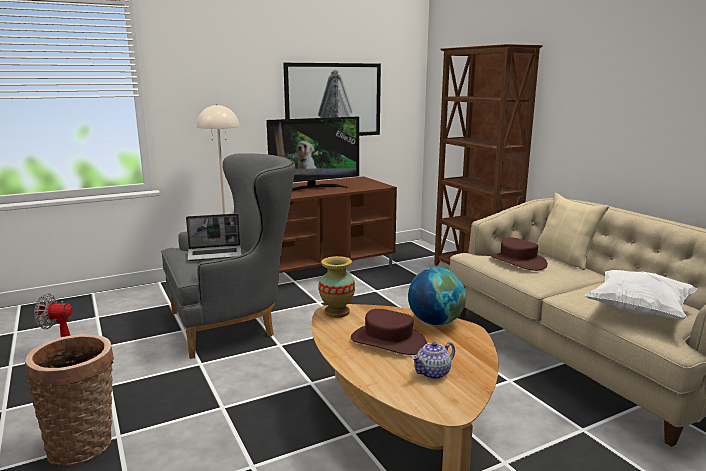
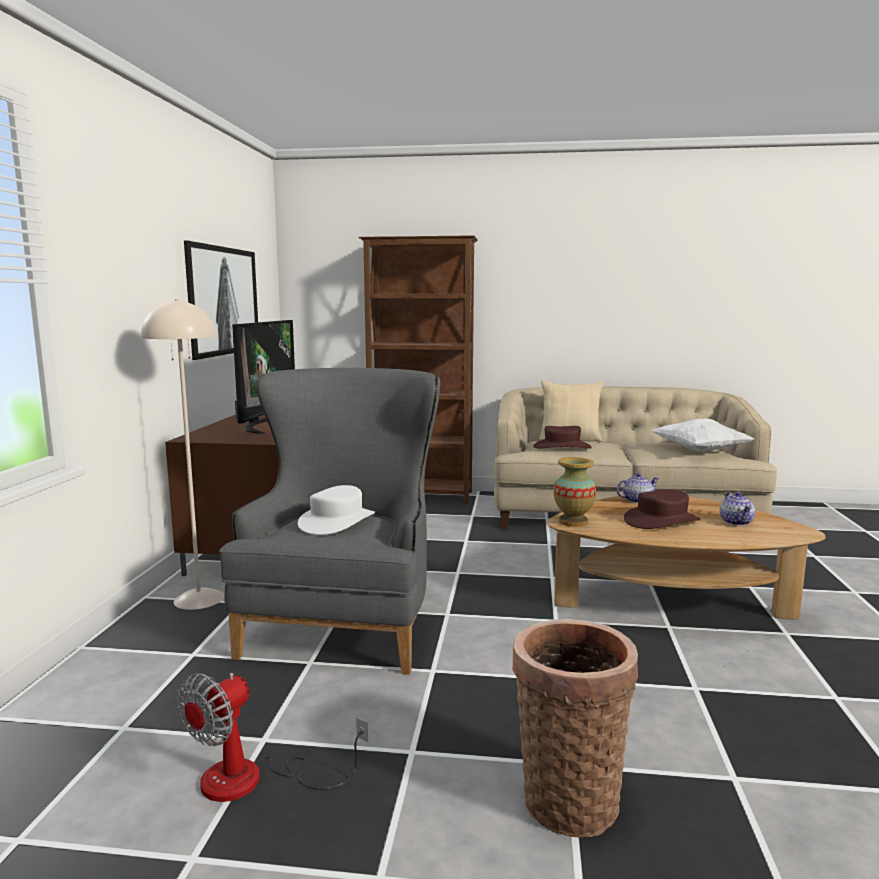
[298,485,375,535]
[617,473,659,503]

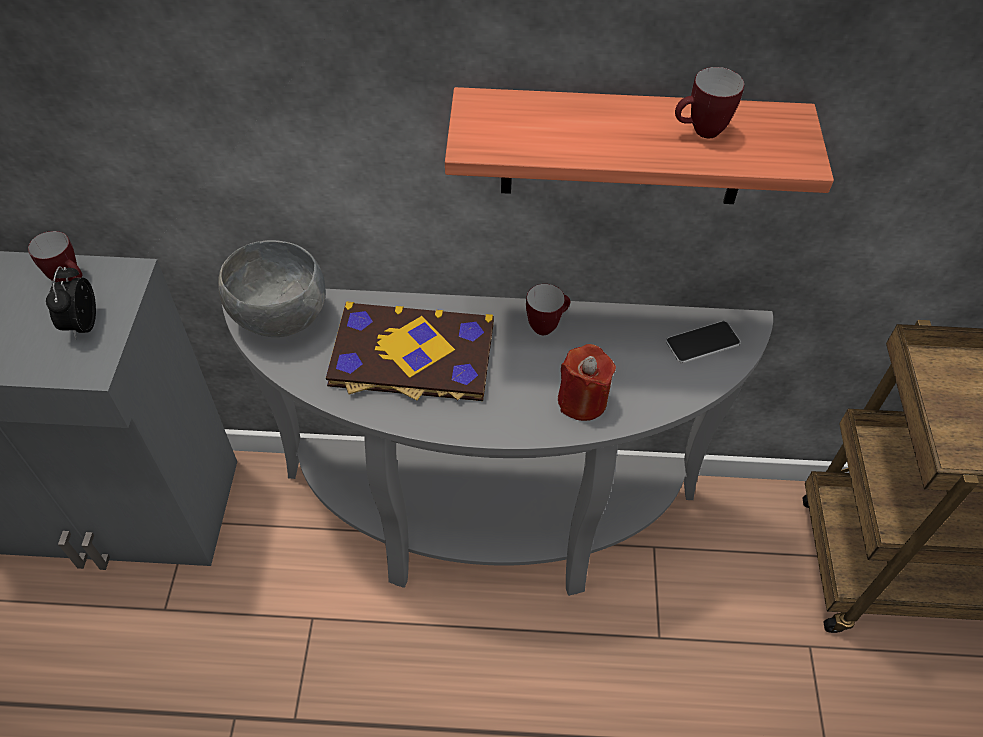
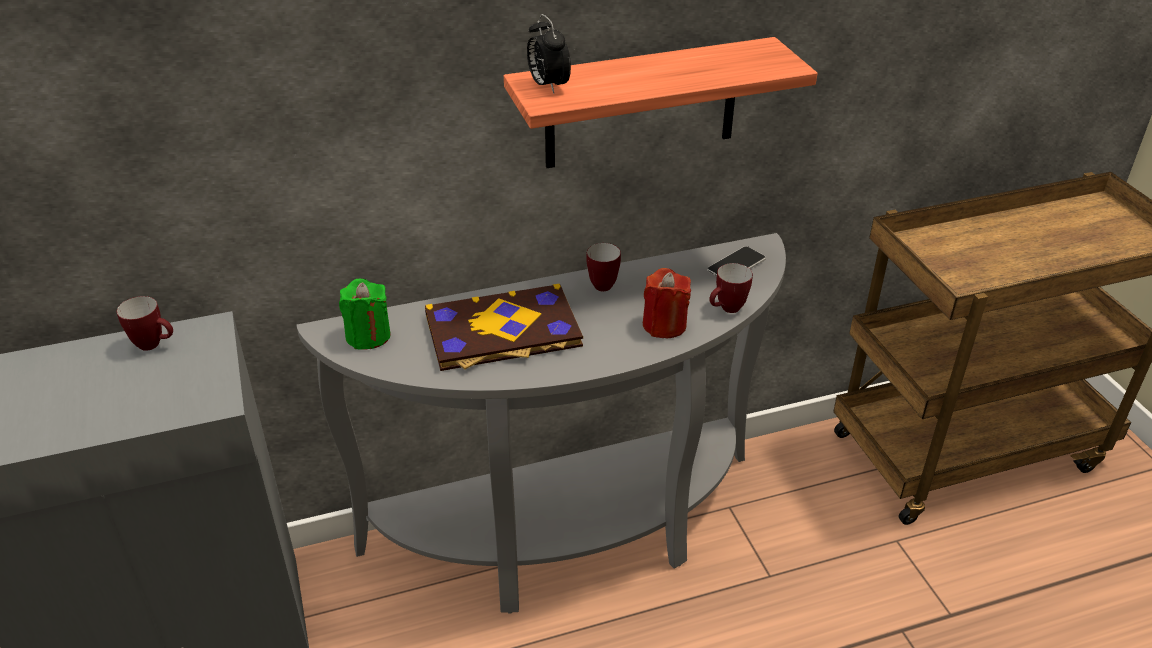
[527,14,571,94]
[339,279,391,350]
[709,263,753,313]

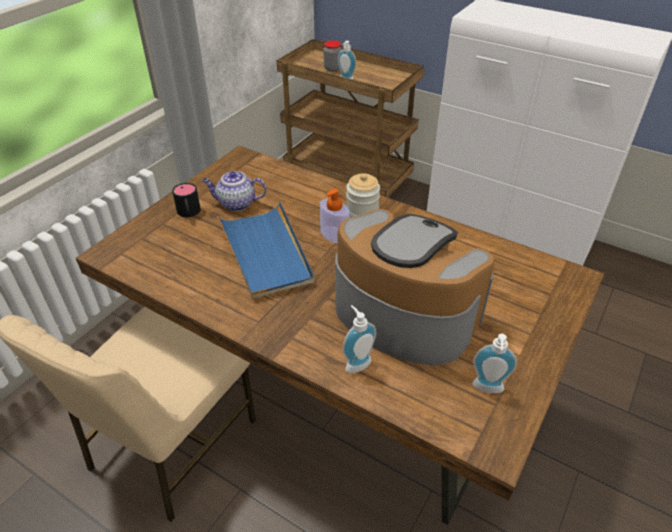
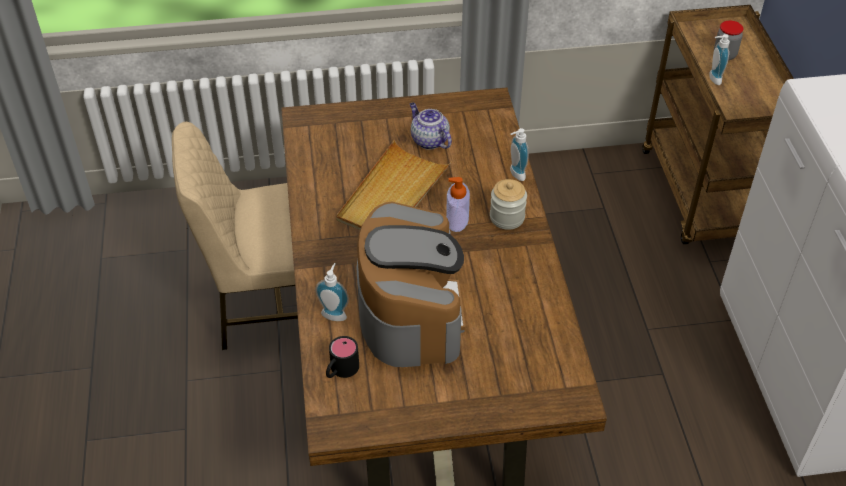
[326,336,359,378]
[336,140,451,230]
[510,128,529,181]

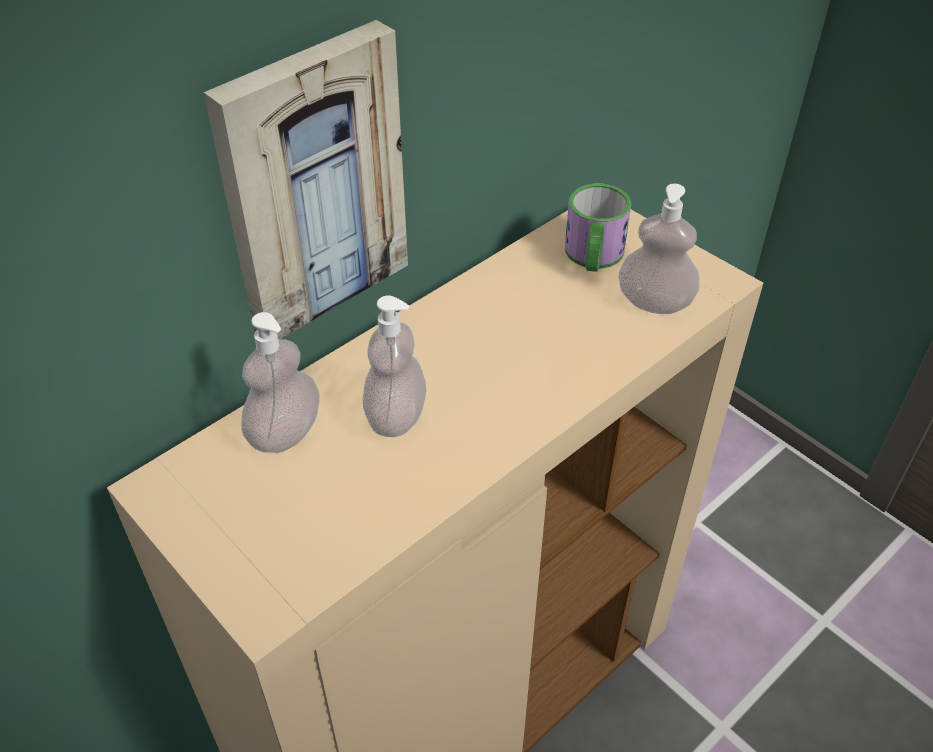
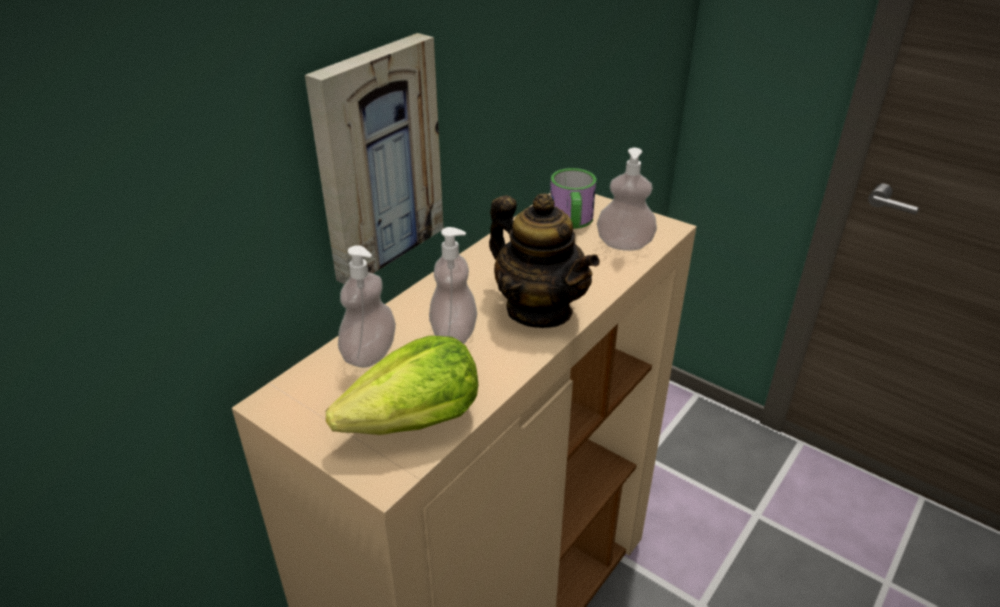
[326,336,478,435]
[489,193,600,328]

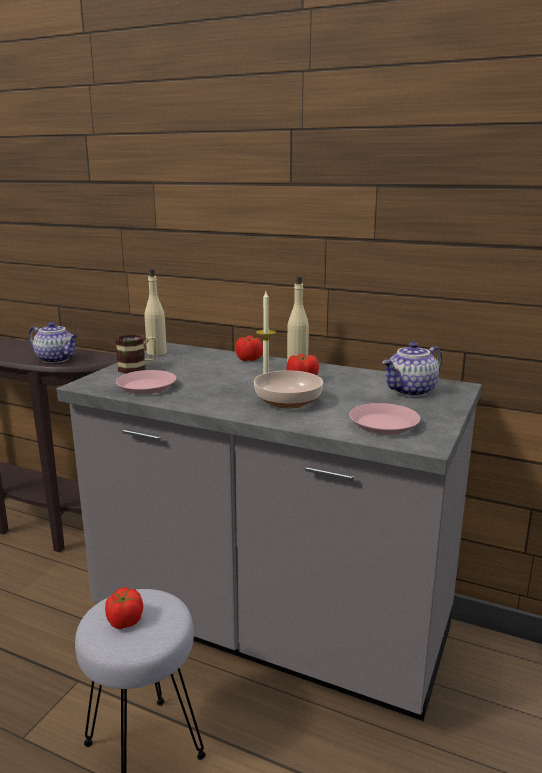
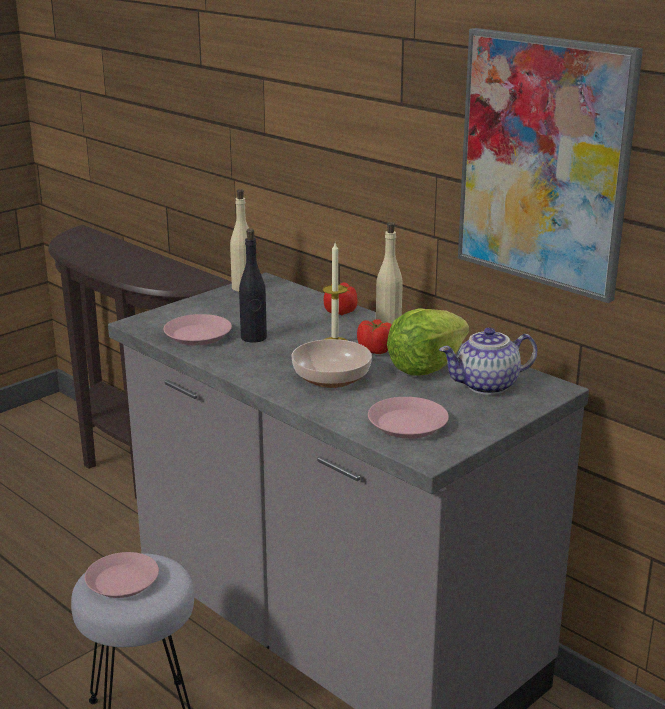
[28,322,79,363] (first image)
[85,552,159,598]
[115,334,157,374] (first image)
[239,229,267,342]
[387,308,469,376]
[458,28,643,303]

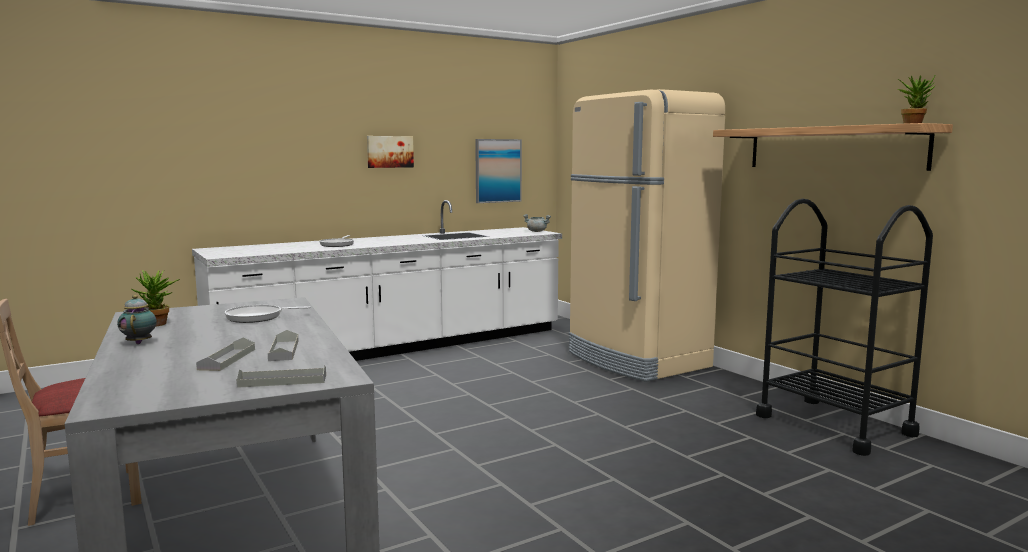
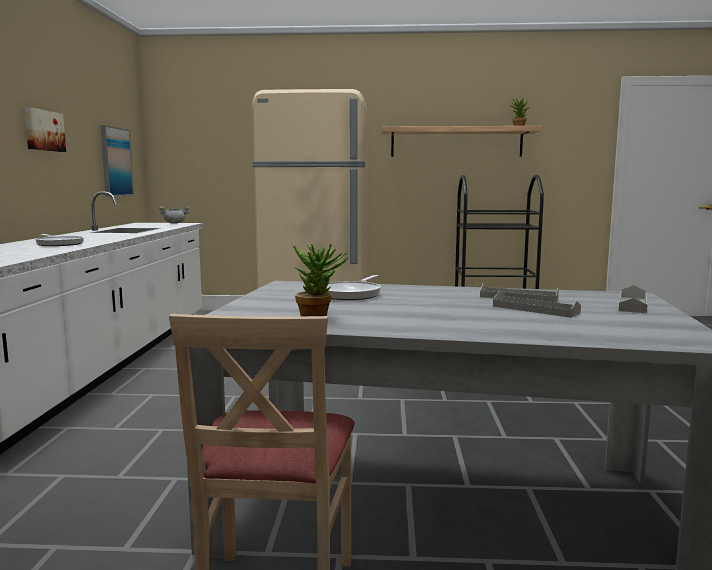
[117,295,157,344] (first image)

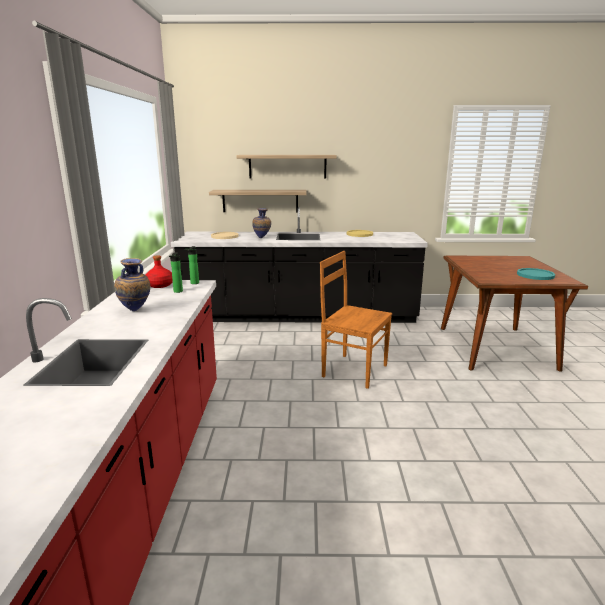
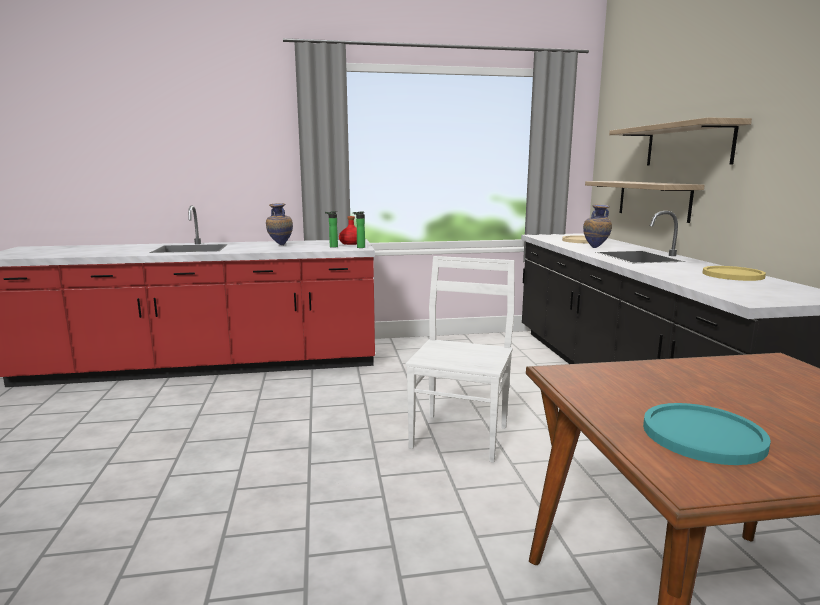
[406,256,515,463]

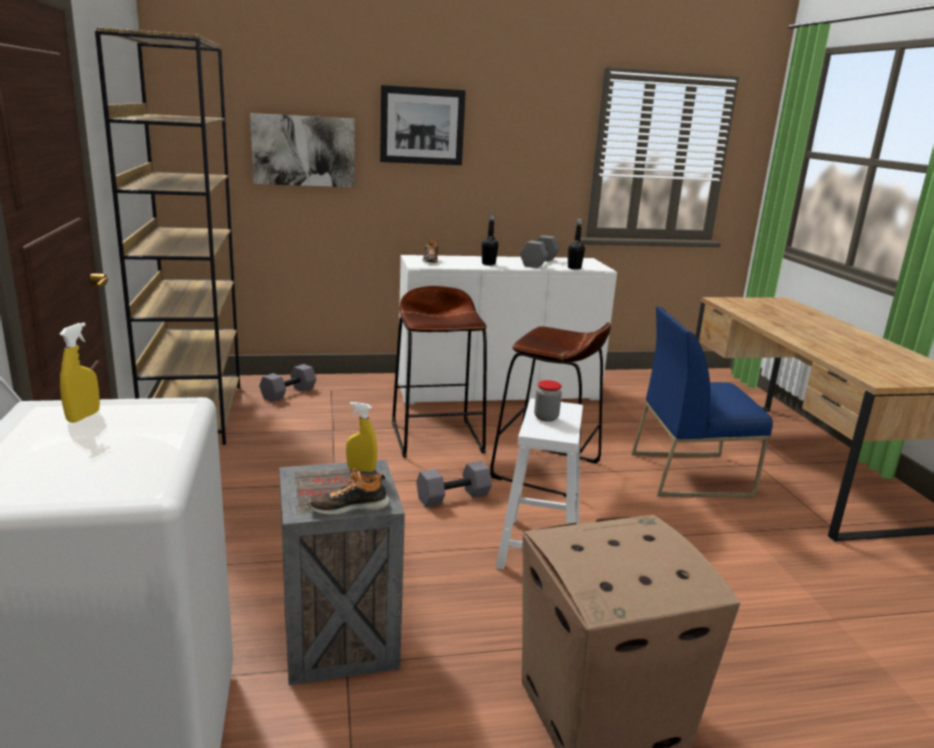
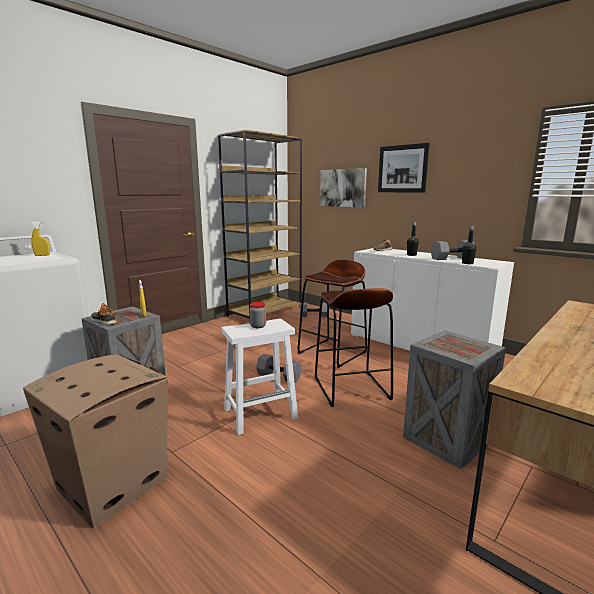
[403,330,506,469]

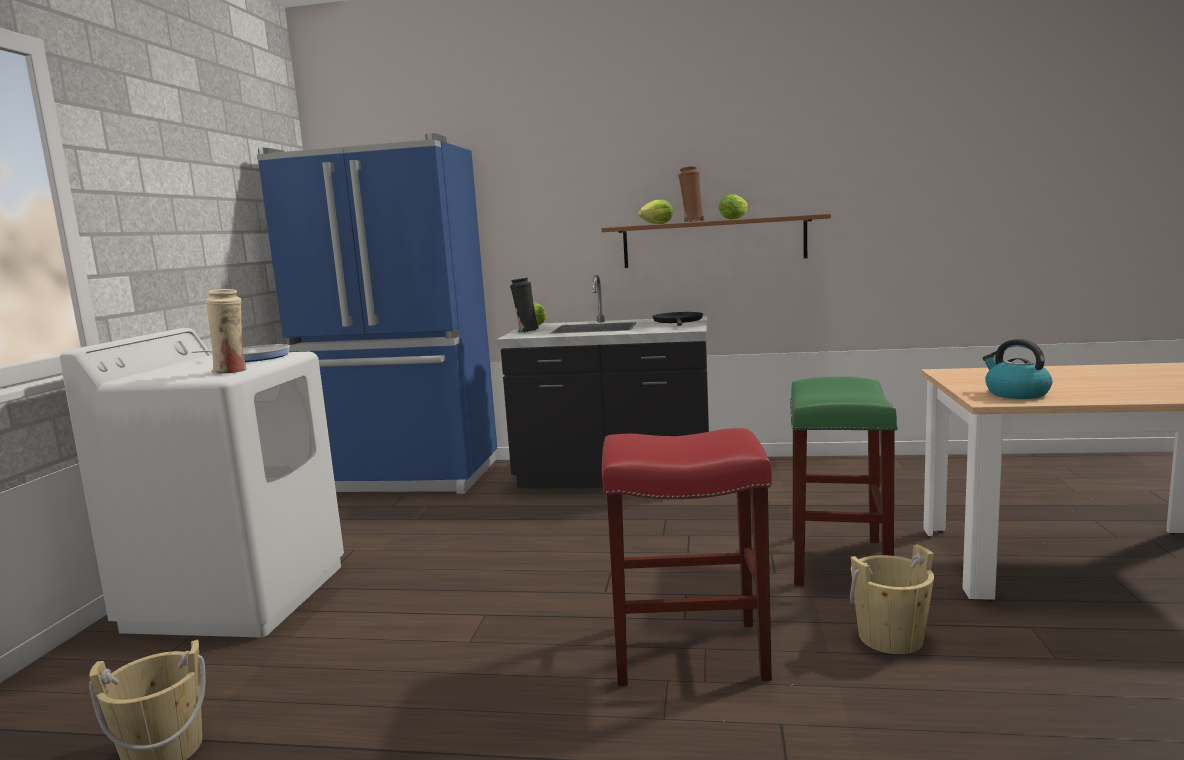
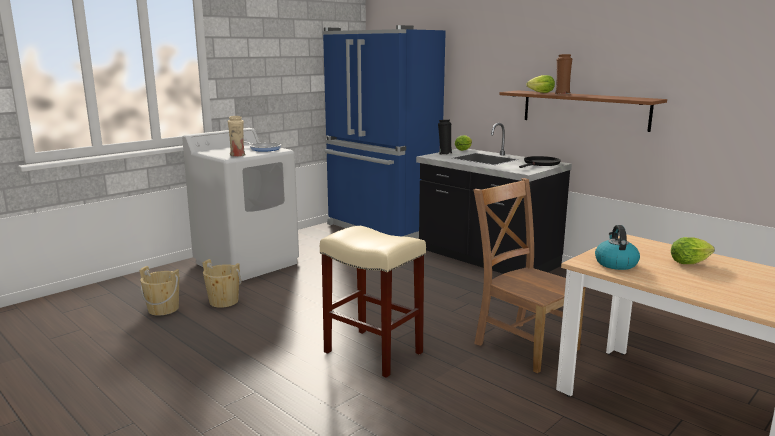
[320,226,426,378]
[671,237,715,264]
[474,178,586,373]
[202,259,242,308]

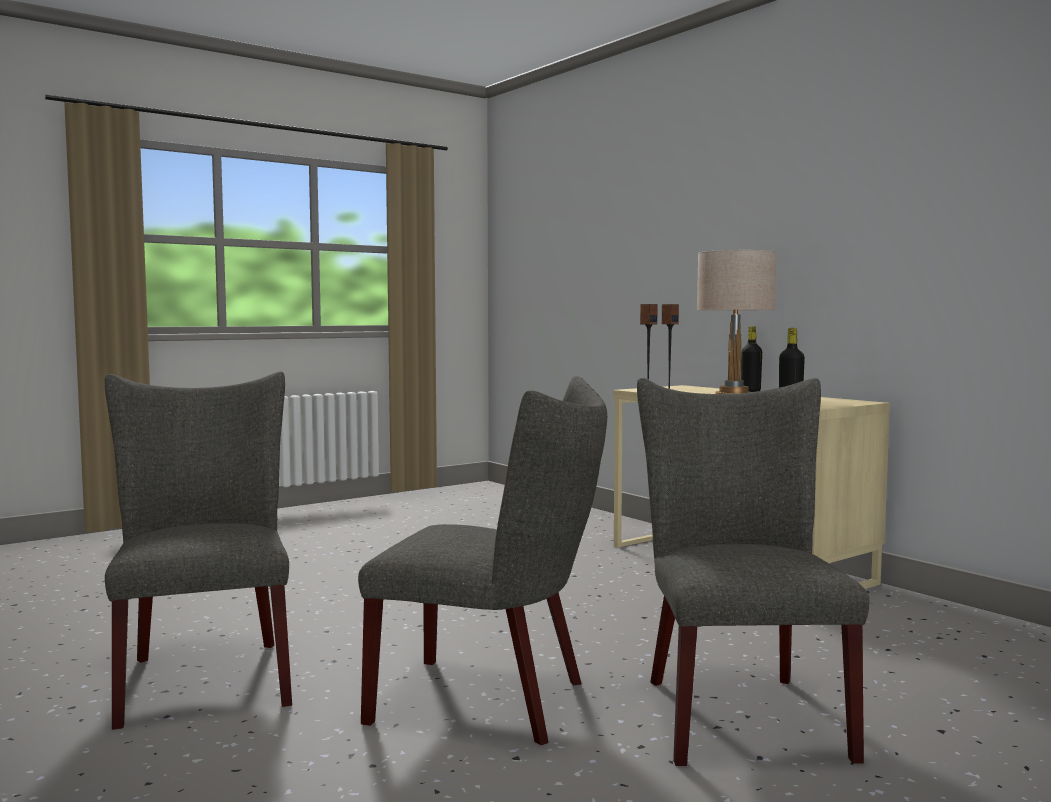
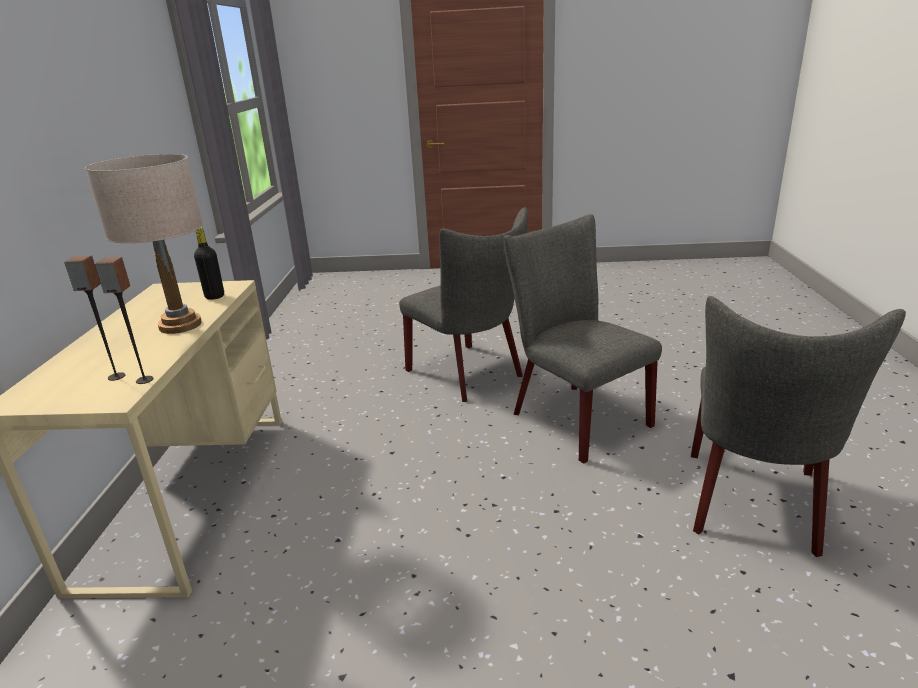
[399,207,528,402]
[741,326,762,392] (first image)

